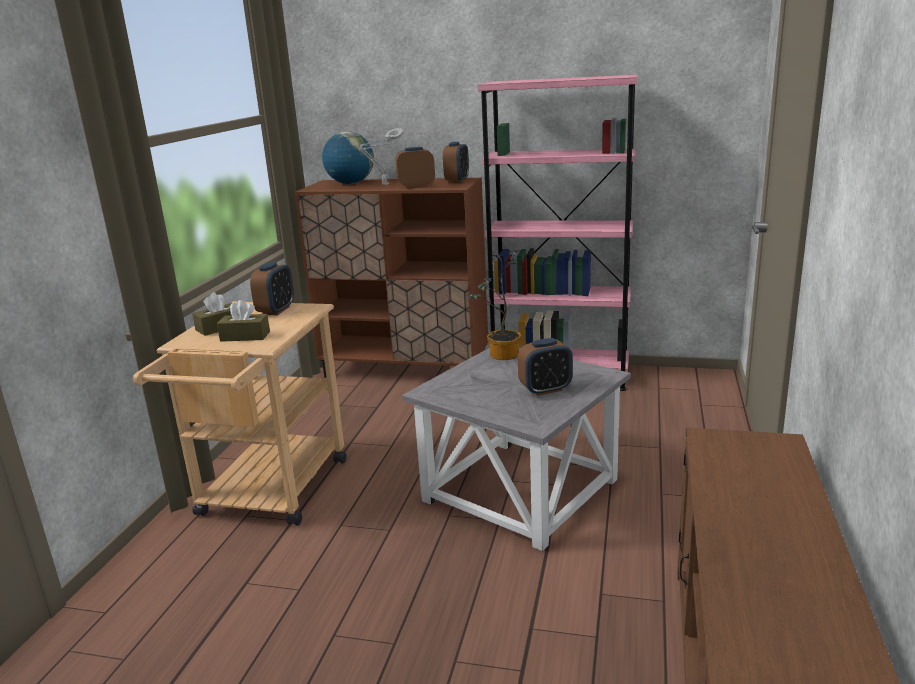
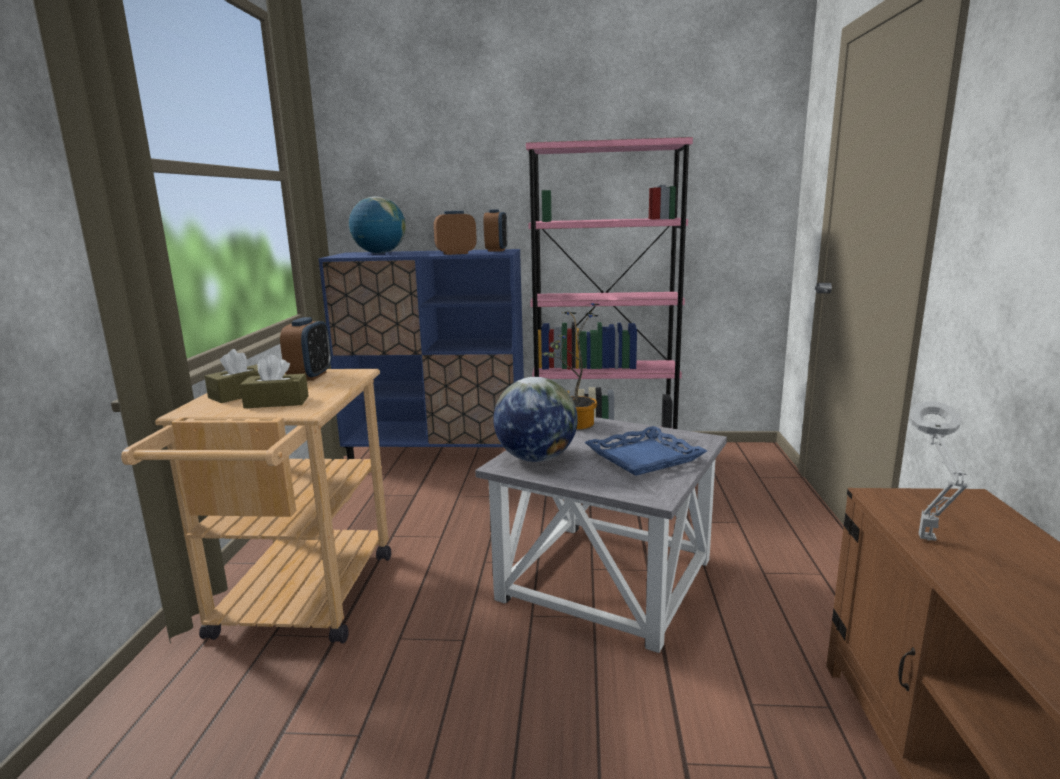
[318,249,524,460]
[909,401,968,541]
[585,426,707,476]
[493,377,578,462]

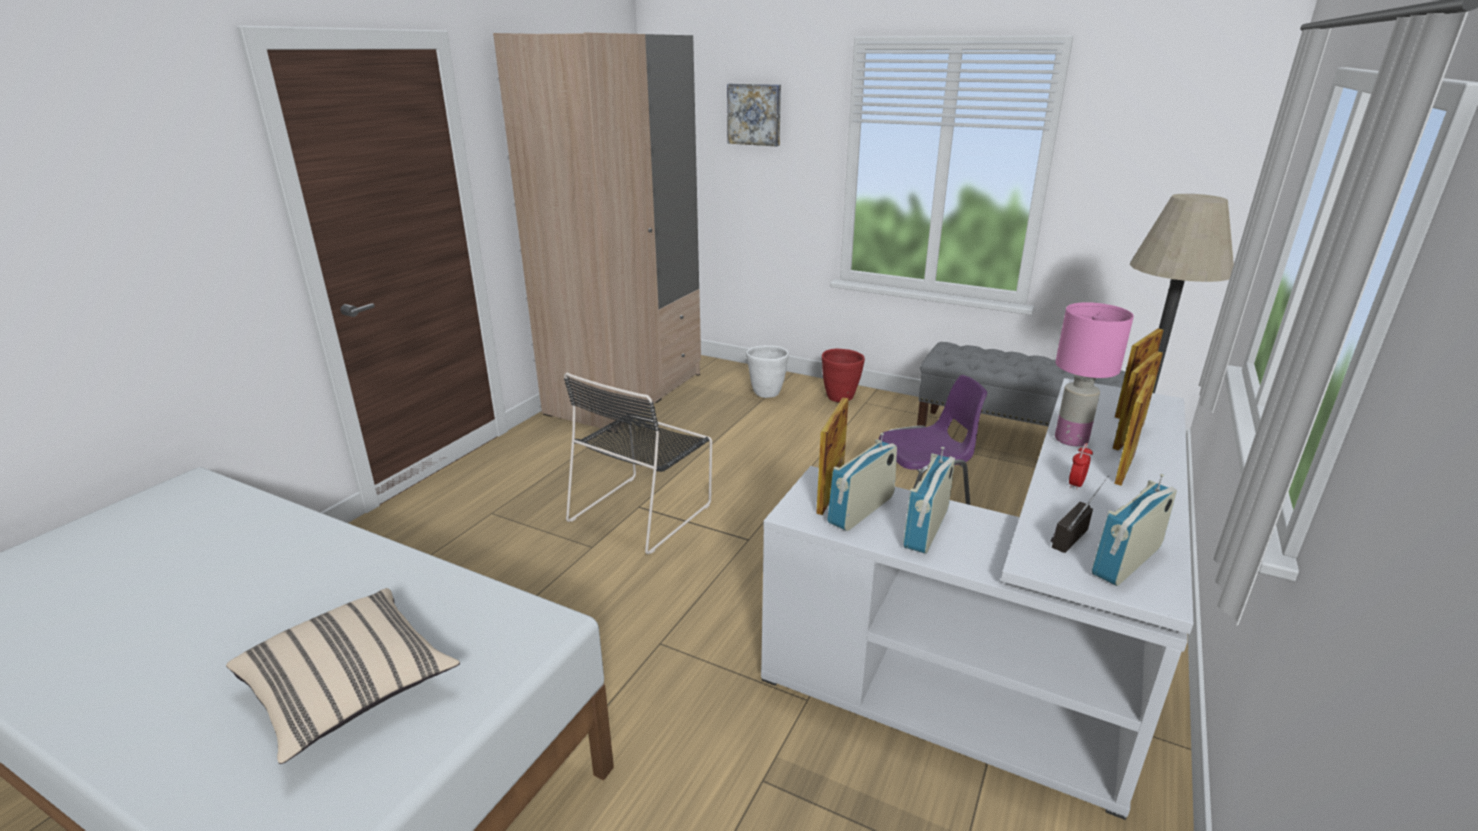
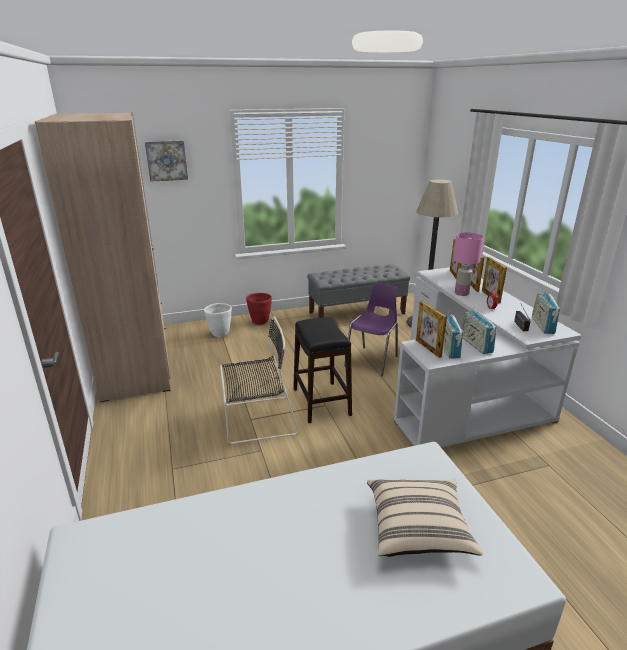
[220,317,299,445]
[293,317,352,423]

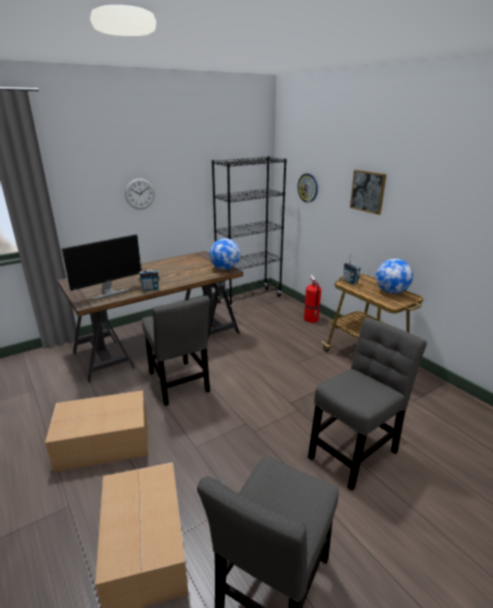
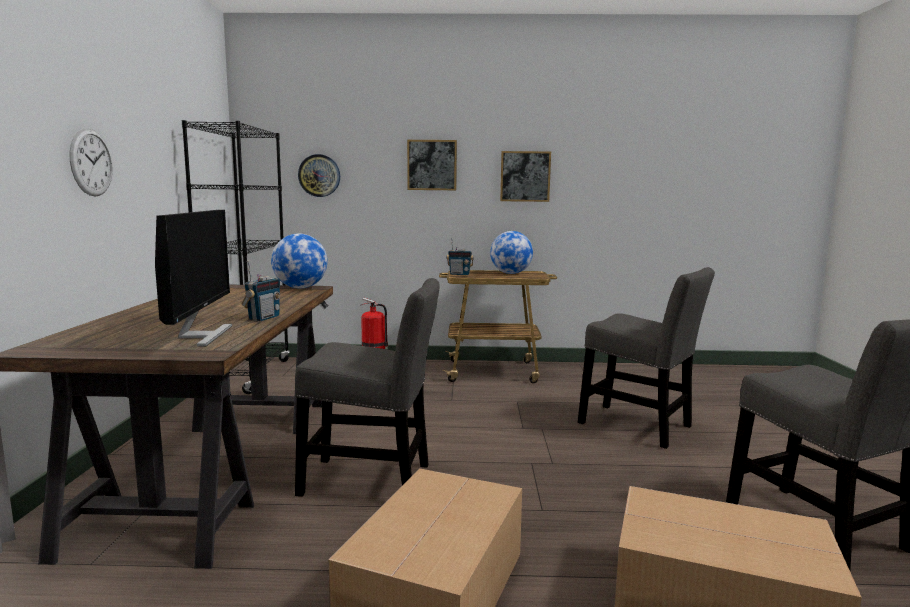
[578,267,715,449]
[500,151,551,202]

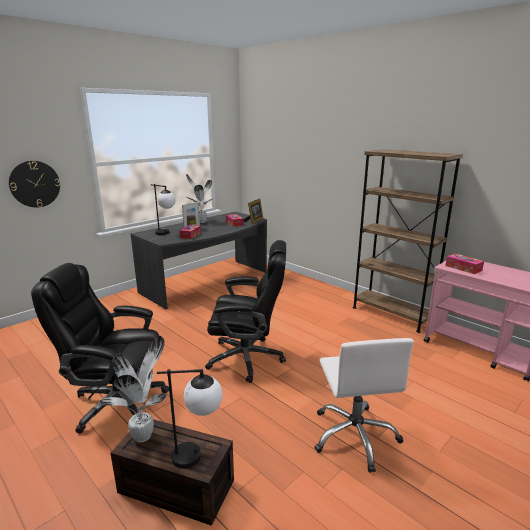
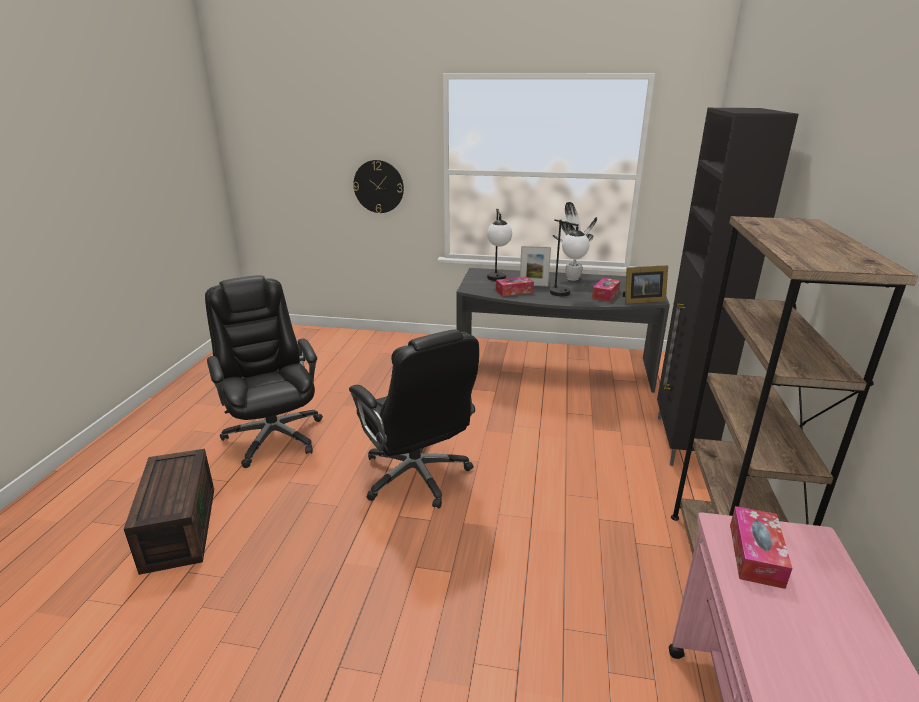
[100,335,167,442] (first image)
[550,219,589,296]
[314,338,414,473] (first image)
[657,108,799,466]

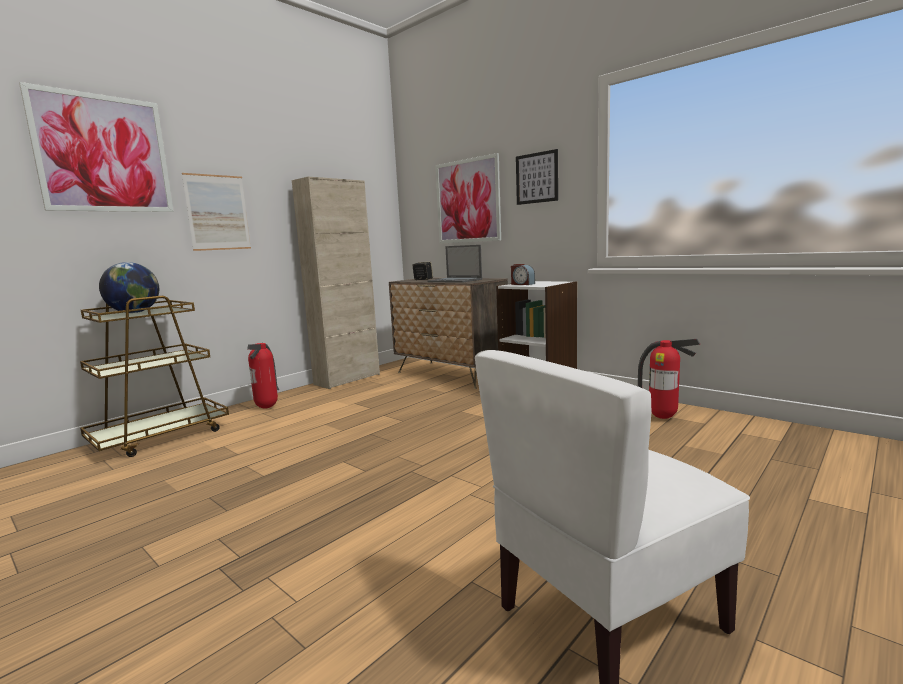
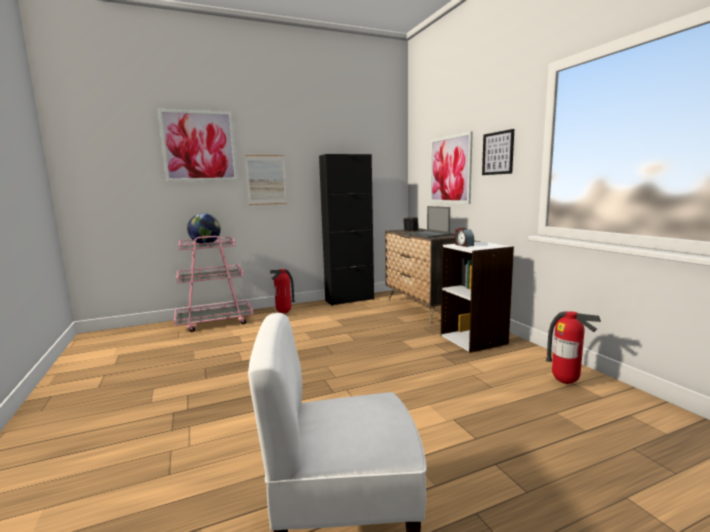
[174,236,253,332]
[319,154,374,306]

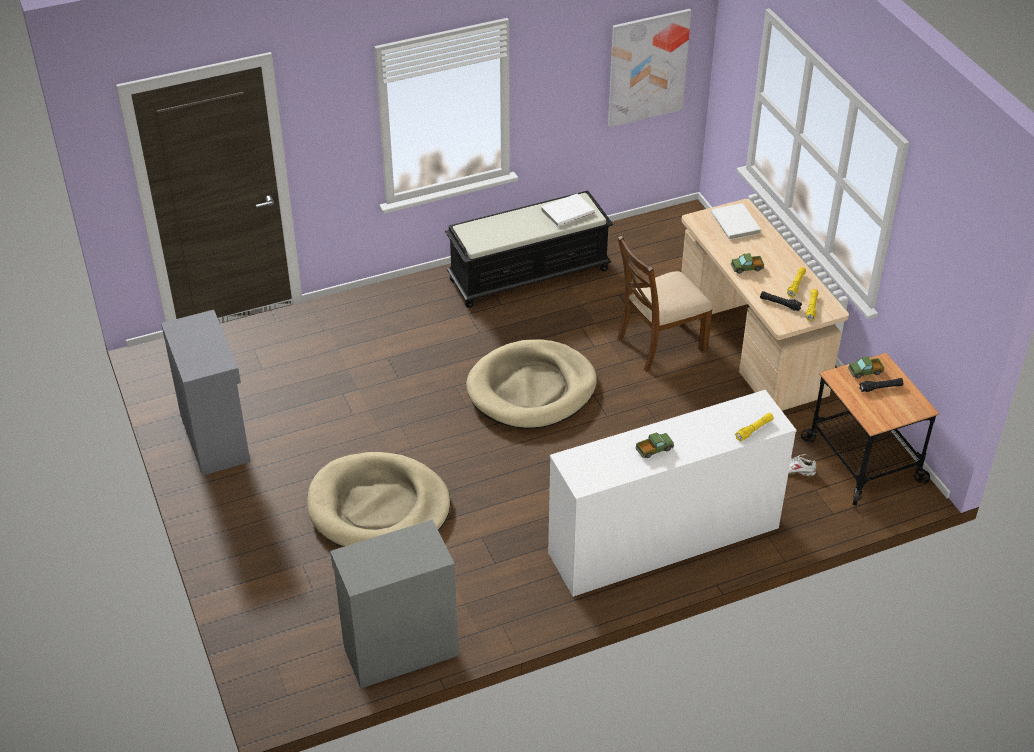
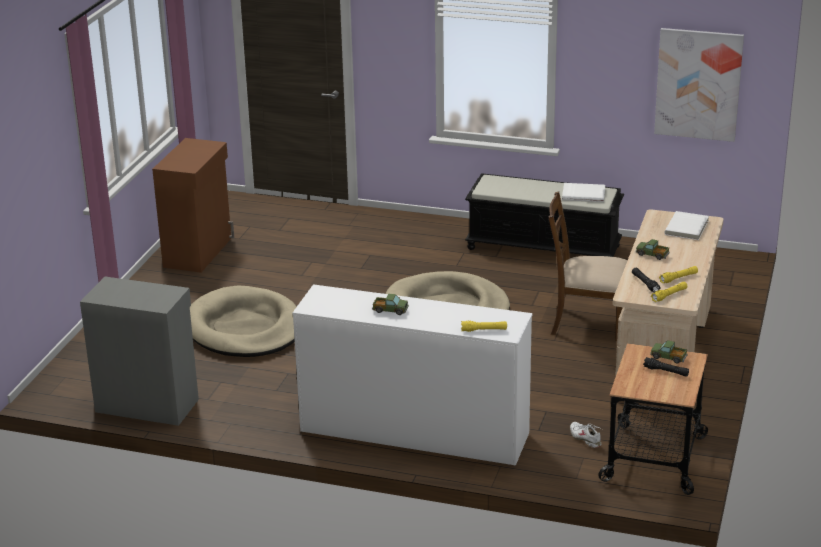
[152,138,234,273]

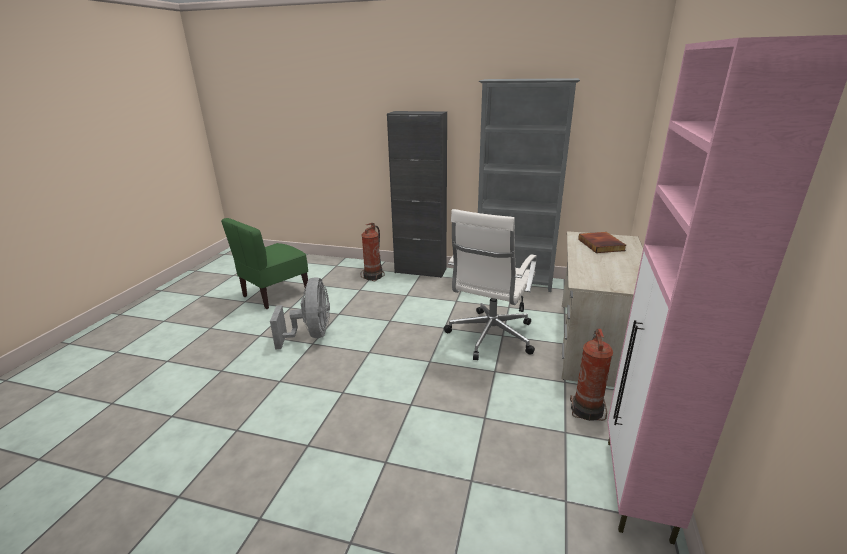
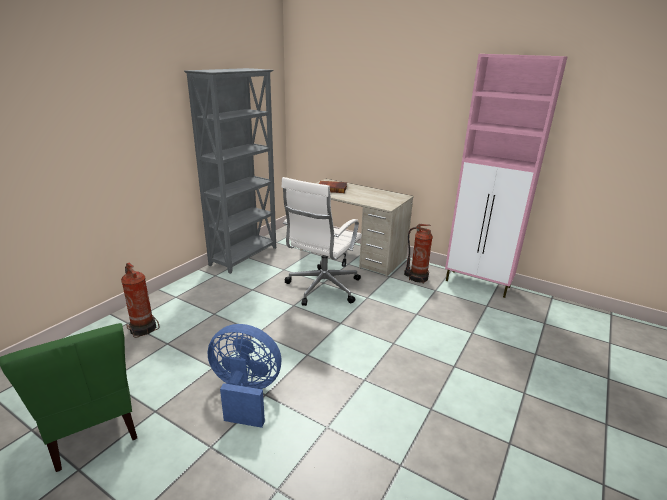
[208,324,281,428]
[387,111,447,278] (first image)
[281,177,362,306]

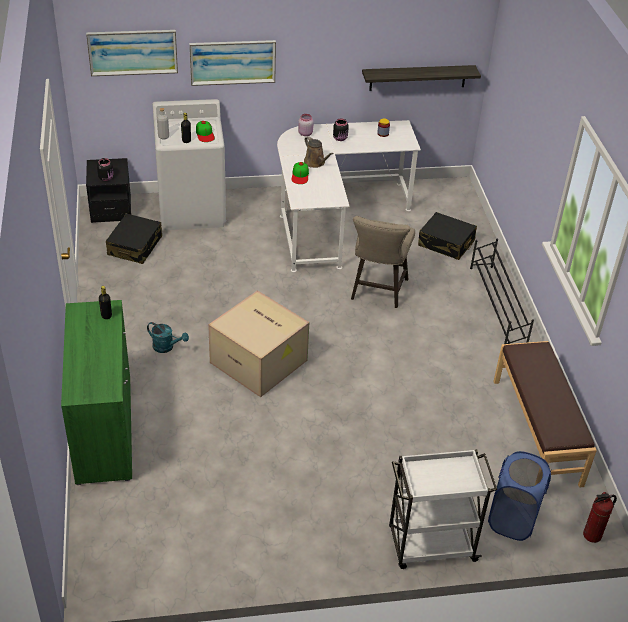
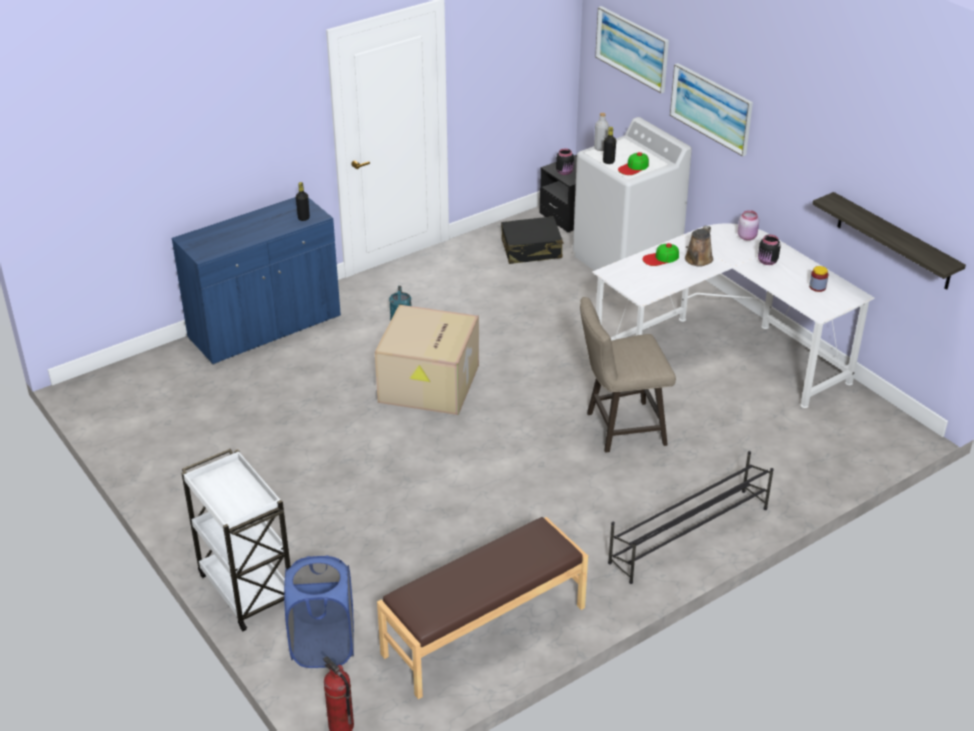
[172,197,341,365]
[418,212,477,260] (first image)

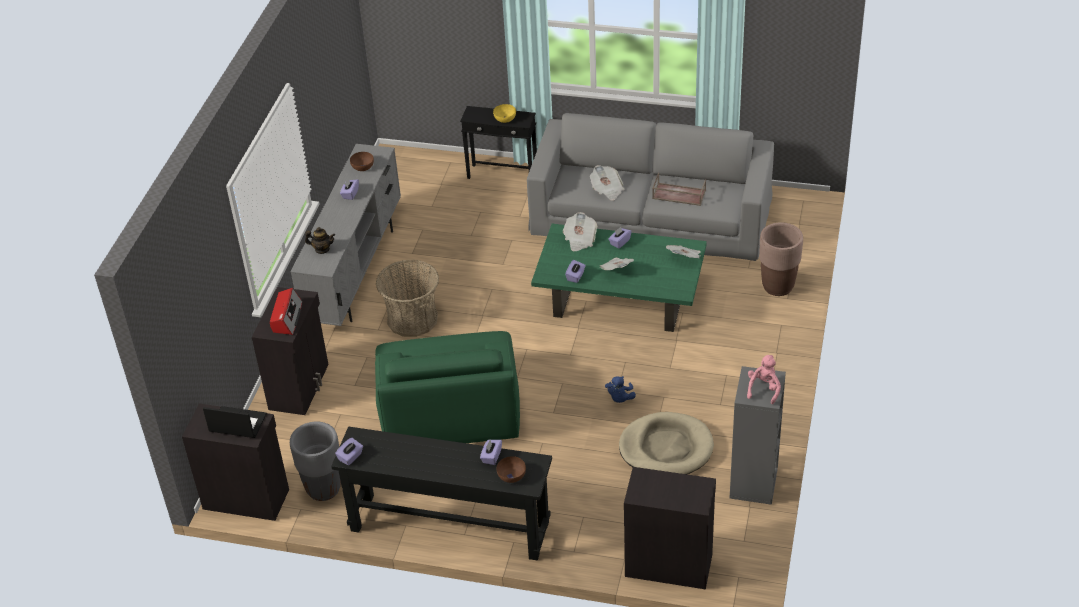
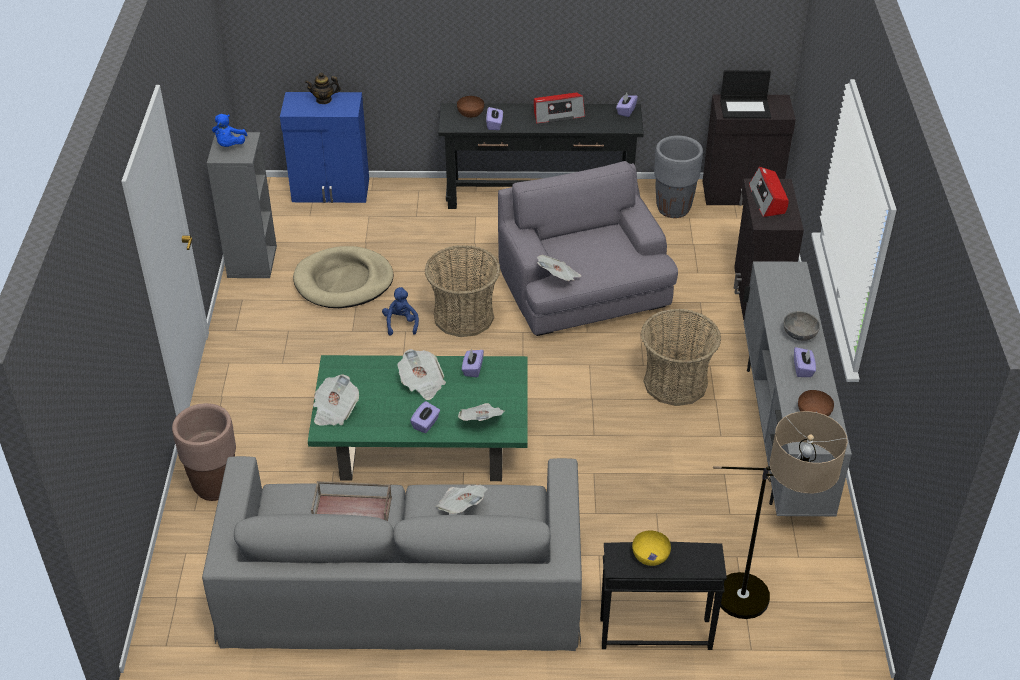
[305,73,341,104]
[498,161,678,336]
[280,92,369,203]
[212,114,247,147]
[425,245,500,337]
[534,93,585,123]
[537,255,581,281]
[713,411,848,619]
[784,311,820,341]

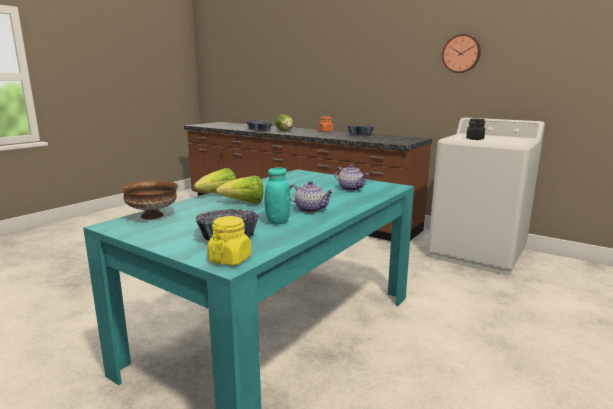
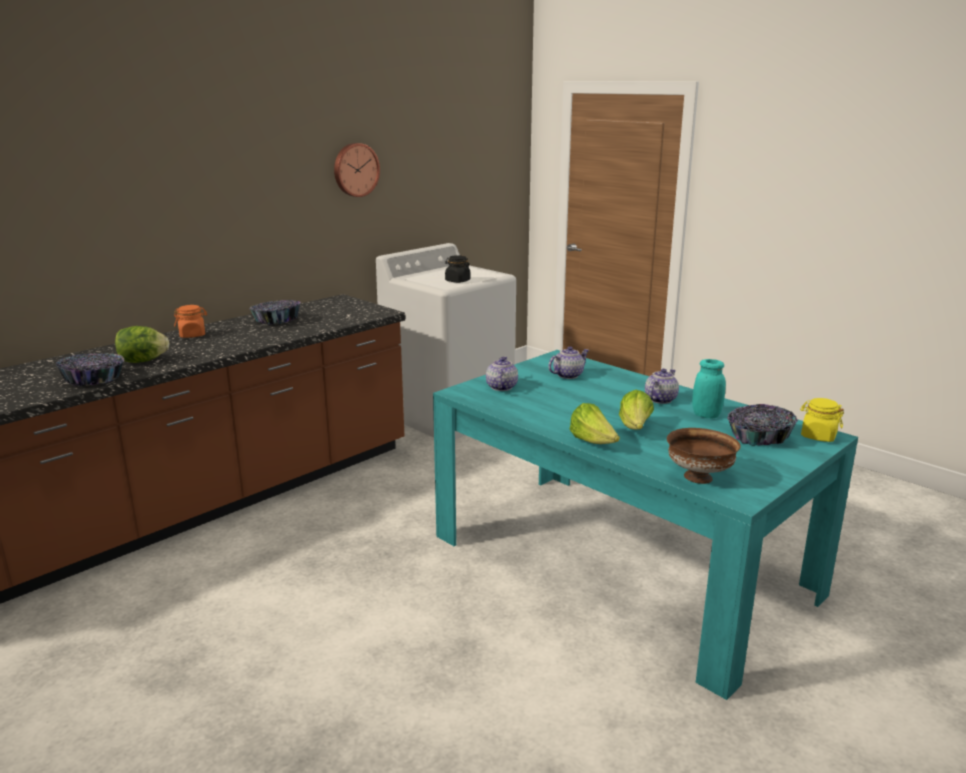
[486,356,518,391]

